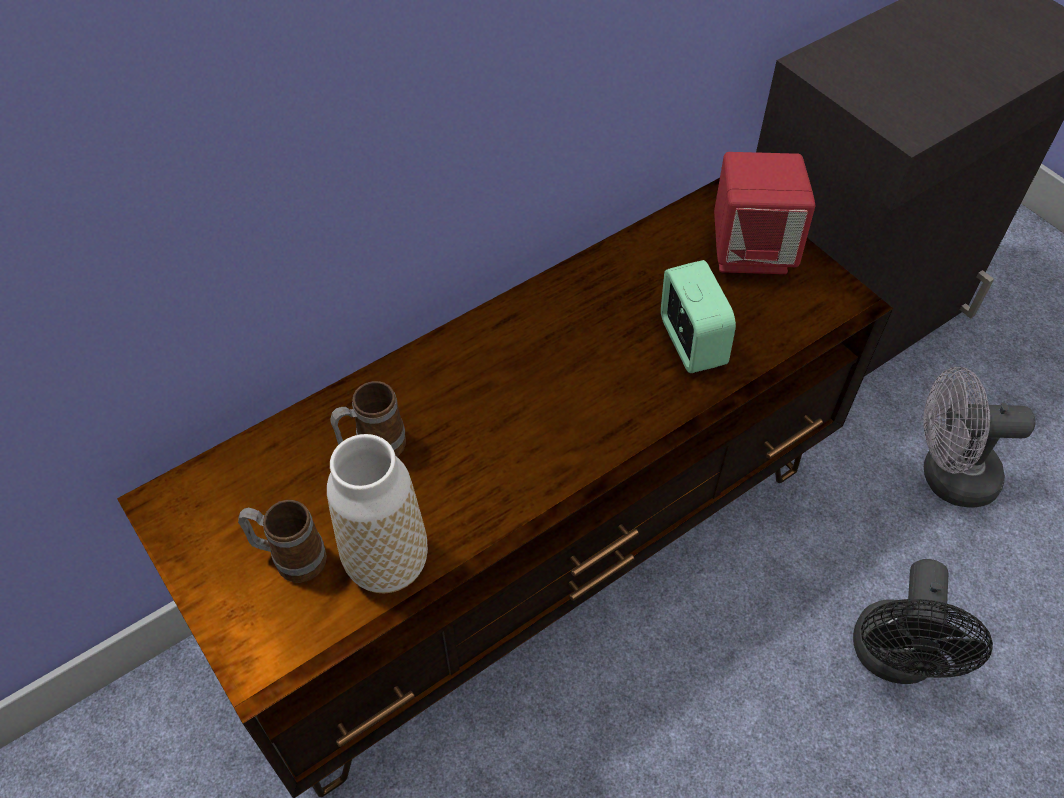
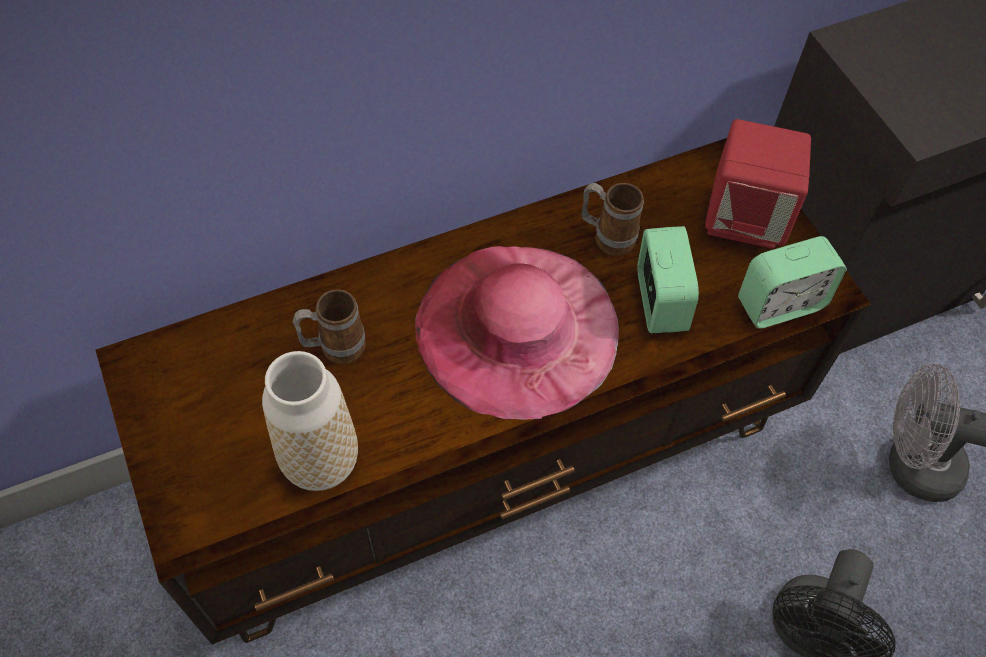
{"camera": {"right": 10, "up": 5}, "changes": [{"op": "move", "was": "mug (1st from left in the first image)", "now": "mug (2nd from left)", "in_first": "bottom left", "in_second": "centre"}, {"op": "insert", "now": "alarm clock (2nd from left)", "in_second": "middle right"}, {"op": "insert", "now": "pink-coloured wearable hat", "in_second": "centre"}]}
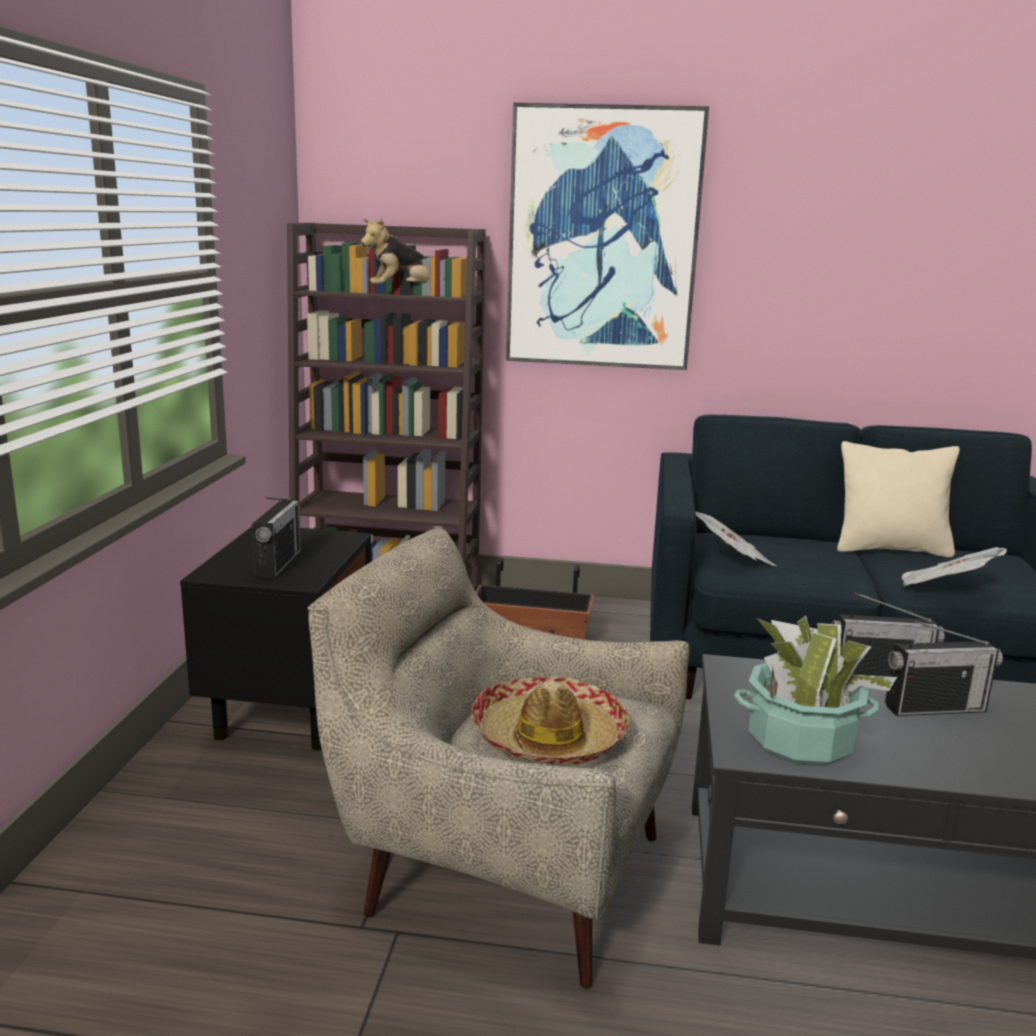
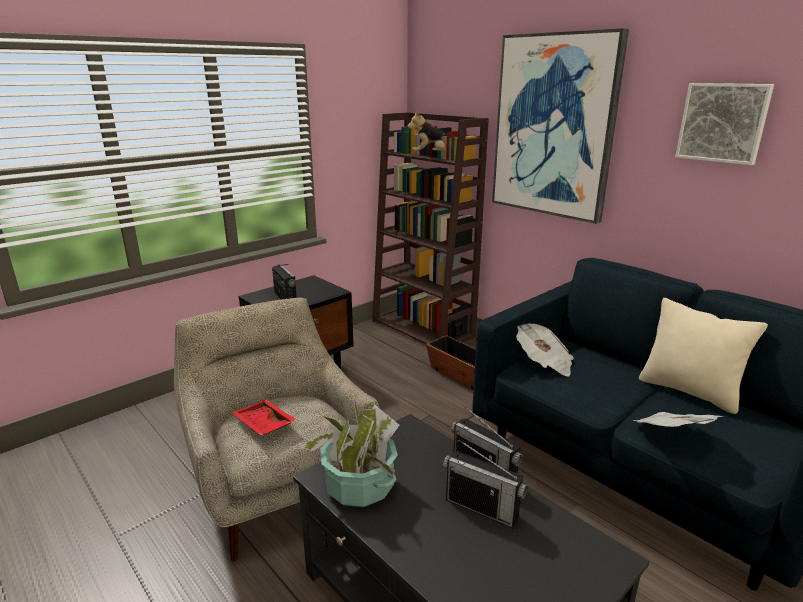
{"camera": {"right": 40, "up": 5}, "changes": [{"op": "rotate", "was": "radio set (1st from left)", "in_first": "middle left", "in_second": "centre", "clockwise": -75}, {"op": "replace", "was": "wearable hat", "now": "red-coloured tray", "in_first": "bottom centre", "in_second": "bottom left"}, {"op": "insert", "now": "picture (2nd from left)", "in_second": "top right"}]}
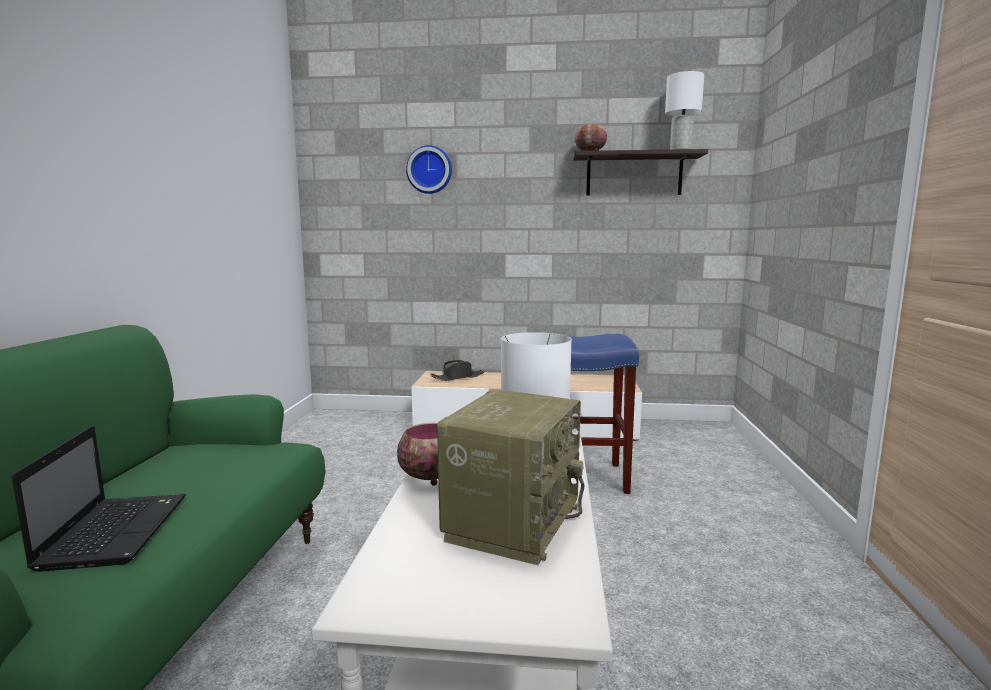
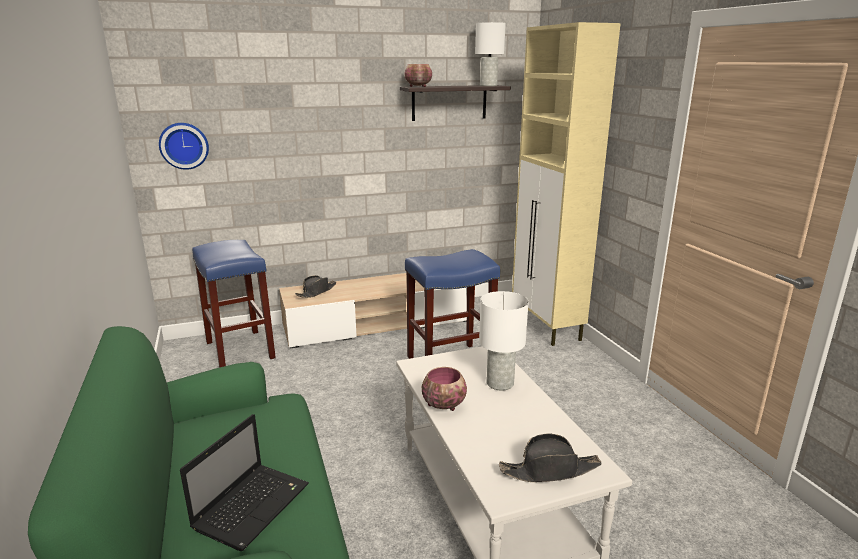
{"camera": {"right": -25, "up": 10}, "changes": [{"op": "move", "was": "hanging clock", "in_first": "top centre", "in_second": "top left"}, {"op": "delete", "was": "radio set", "in_first": "bottom centre"}, {"op": "rotate", "was": "notebook computer", "in_first": "bottom left", "in_second": "bottom left", "clockwise": 60}, {"op": "insert", "now": "beige-coloured storage cabinet", "in_second": "top centre"}, {"op": "insert", "now": "blue-coloured sitting stool (1st from left)", "in_second": "middle left"}, {"op": "insert", "now": "black-coloured wearable hat (2nd from left)", "in_second": "bottom centre"}]}
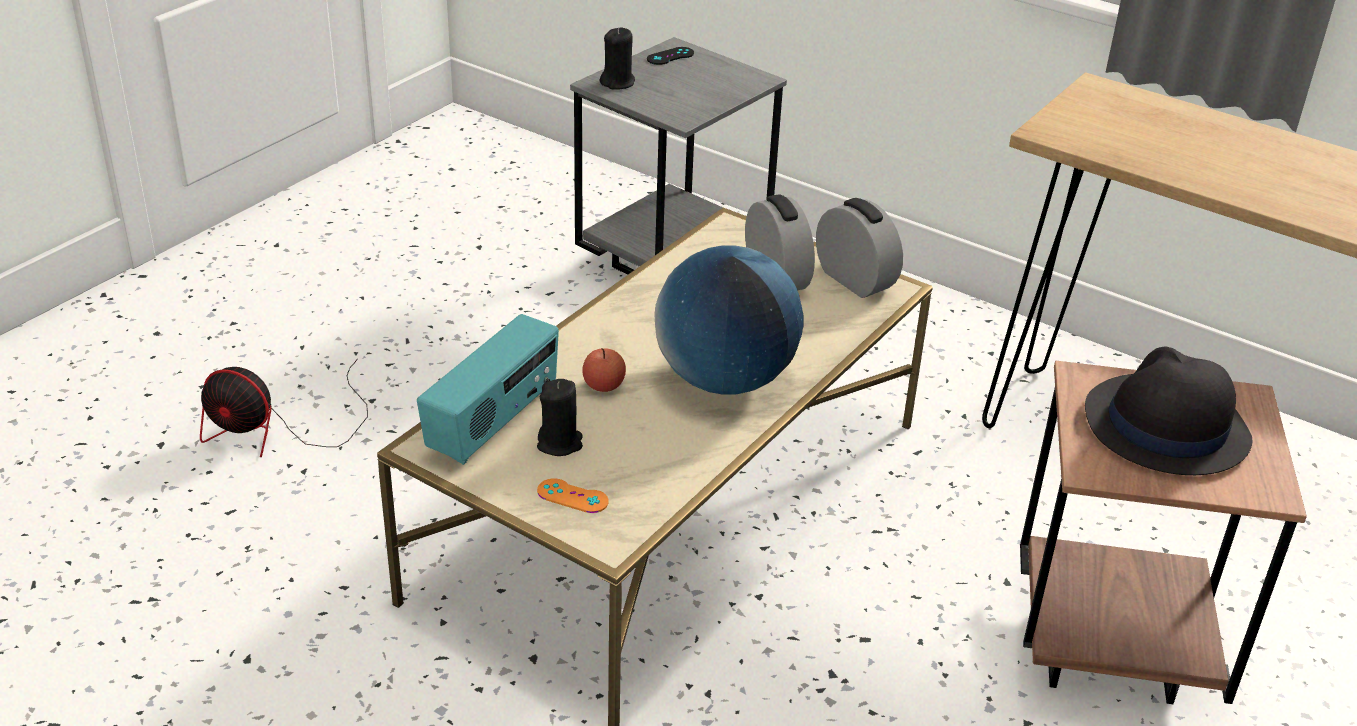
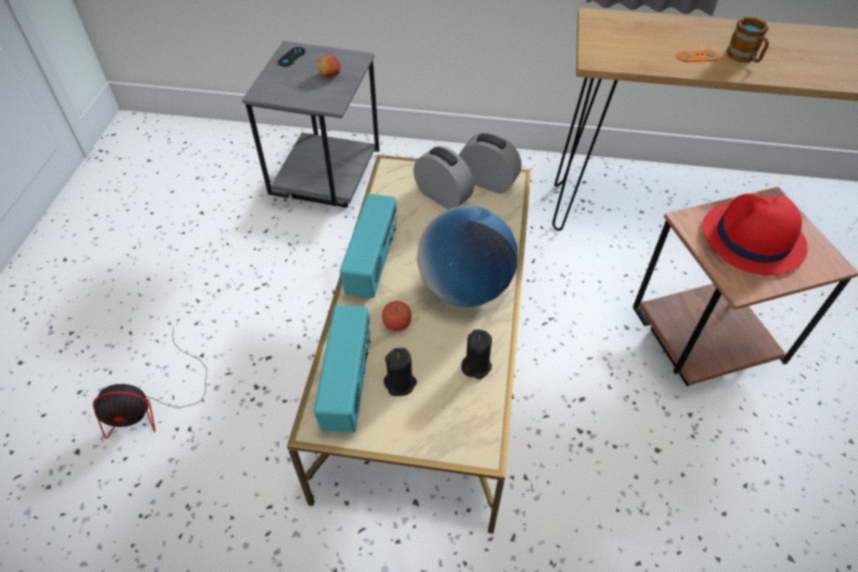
{"camera": {"right": -25, "up": 15}, "changes": [{"op": "move", "was": "black-coloured wax light (2nd from left)", "in_first": "top centre", "in_second": "centre"}, {"op": "recolor", "was": "black-coloured wearable hat", "now": "red-coloured wearable hat", "in_first": "middle right", "in_second": "middle right"}, {"op": "move", "was": "orangey joypad", "in_first": "bottom centre", "in_second": "top right"}, {"op": "insert", "now": "mug", "in_second": "top right"}, {"op": "insert", "now": "apple fruit (1st from left)", "in_second": "top centre"}, {"op": "insert", "now": "radio set (2nd from left)", "in_second": "centre"}]}
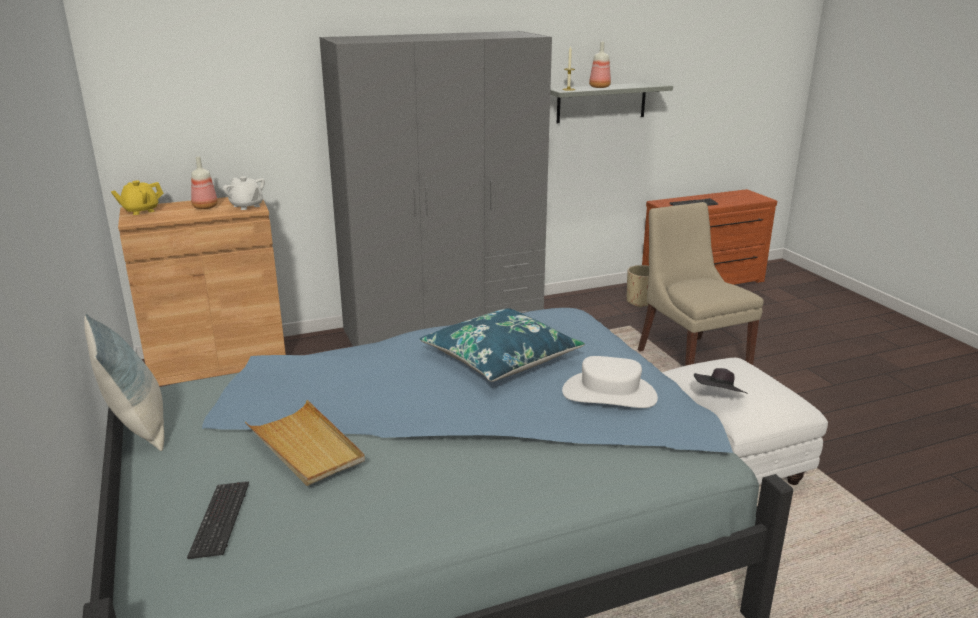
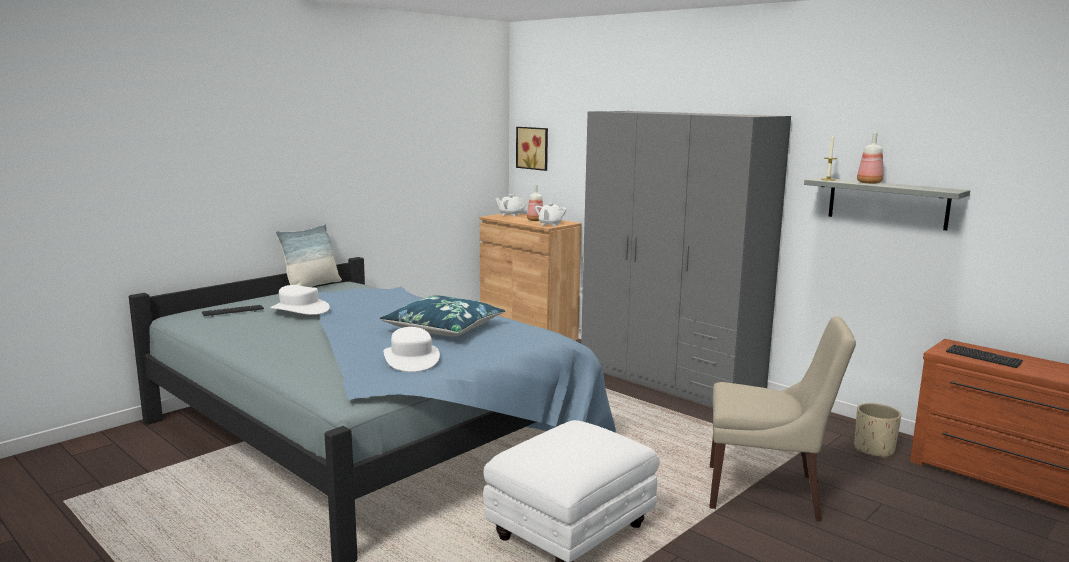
{"camera": {"right": 65, "up": -10}, "changes": [{"op": "recolor", "was": "yellow teapot", "now": "white teapot (1st from left)", "in_first": "top left", "in_second": "centre"}, {"op": "rotate", "was": "beige-coloured upright chair", "in_first": "middle right", "in_second": "bottom right", "clockwise": 60}, {"op": "delete", "was": "black-coloured wearable hat", "in_first": "middle right"}, {"op": "replace", "was": "beige-coloured tray", "now": "white wearable hat (1st from left)", "in_first": "bottom left", "in_second": "middle left"}, {"op": "insert", "now": "picture", "in_second": "top centre"}]}
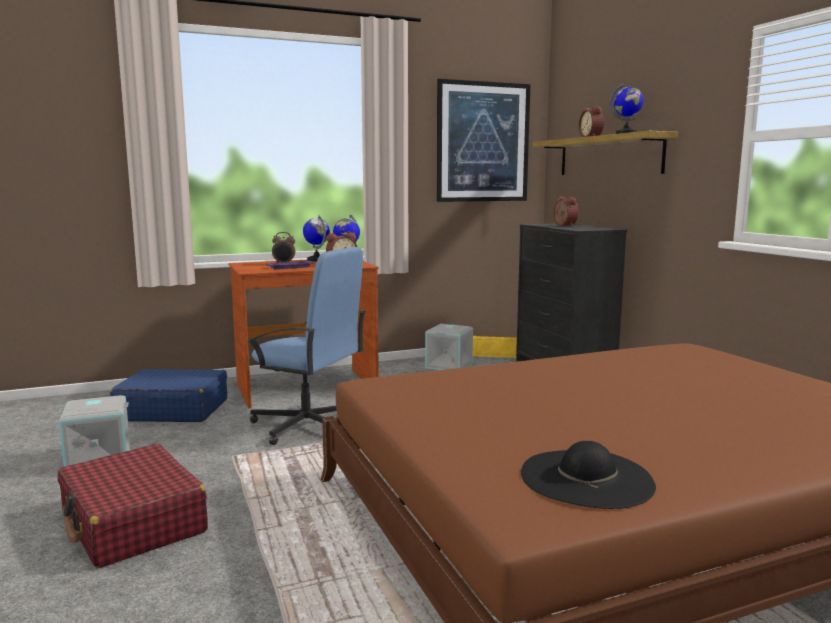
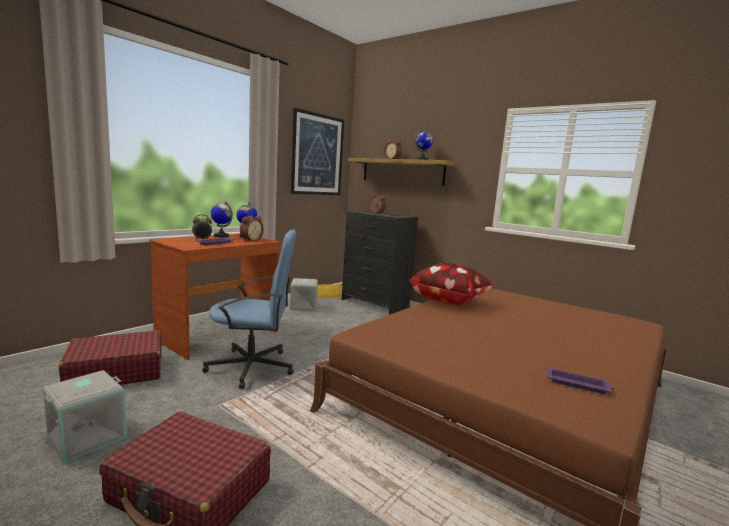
{"camera": {"right": -30, "up": 0}, "changes": [{"op": "recolor", "was": "blue-coloured suitcase", "now": "red-coloured suitcase (1st from left)", "in_first": "middle left", "in_second": "bottom left"}, {"op": "replace", "was": "black-coloured wearable hat", "now": "purplish tray (2nd from left)", "in_first": "bottom right", "in_second": "bottom right"}, {"op": "insert", "now": "throw pillow", "in_second": "centre"}]}
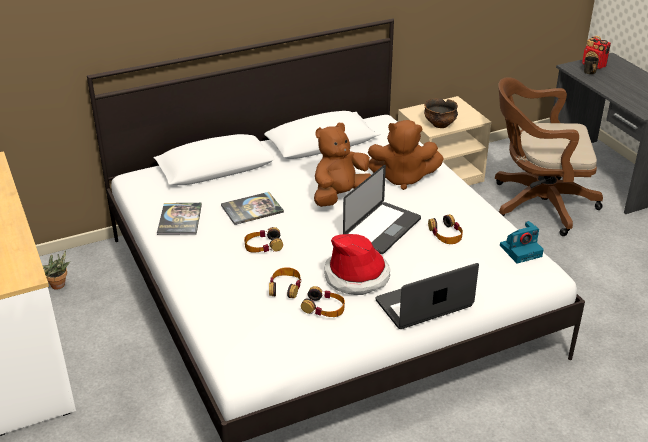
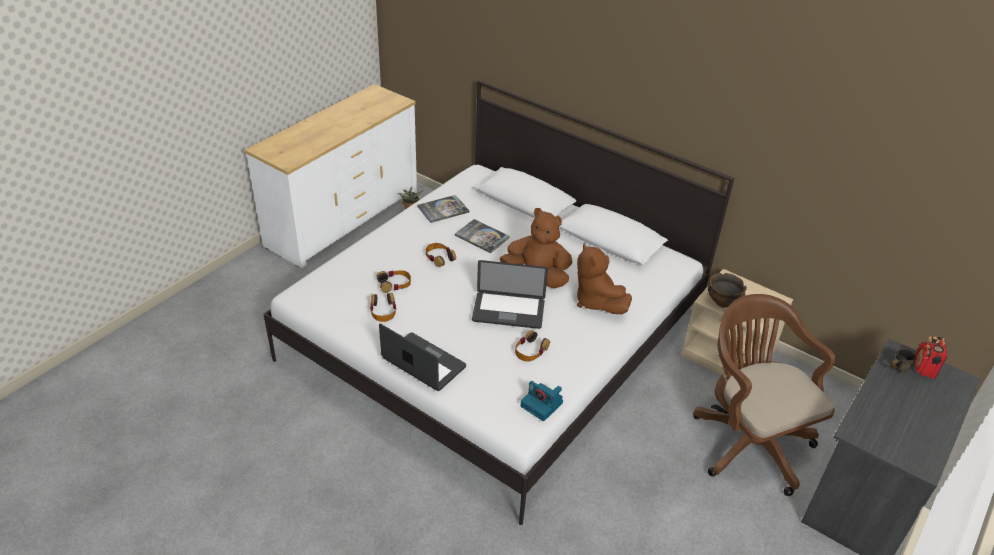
{"camera": {"right": 60, "up": 5}, "changes": [{"op": "delete", "was": "wearable hat", "in_first": "centre"}]}
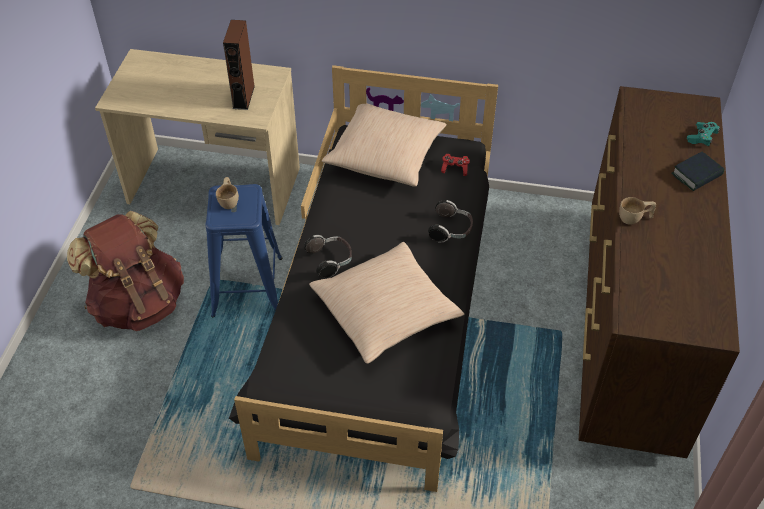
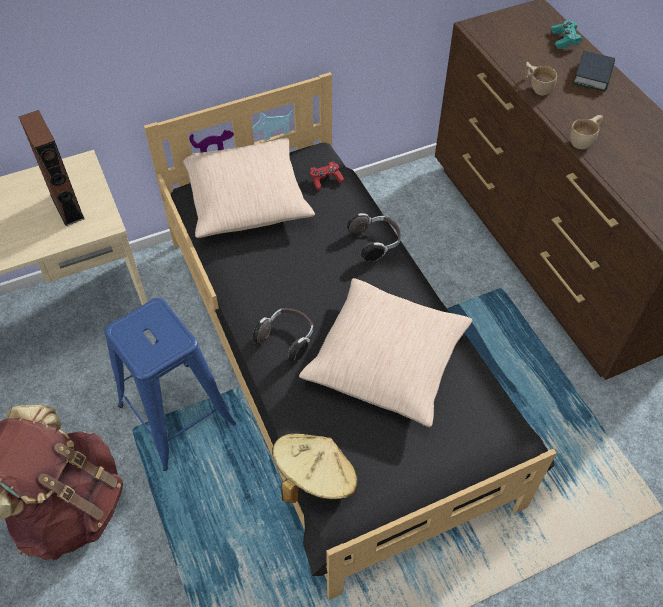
{"camera": {"right": -35, "up": 5}, "changes": [{"op": "move", "was": "beige-coloured cup (1st from left)", "in_first": "middle left", "in_second": "top right"}, {"op": "insert", "now": "beige-coloured wearable hat", "in_second": "bottom centre"}]}
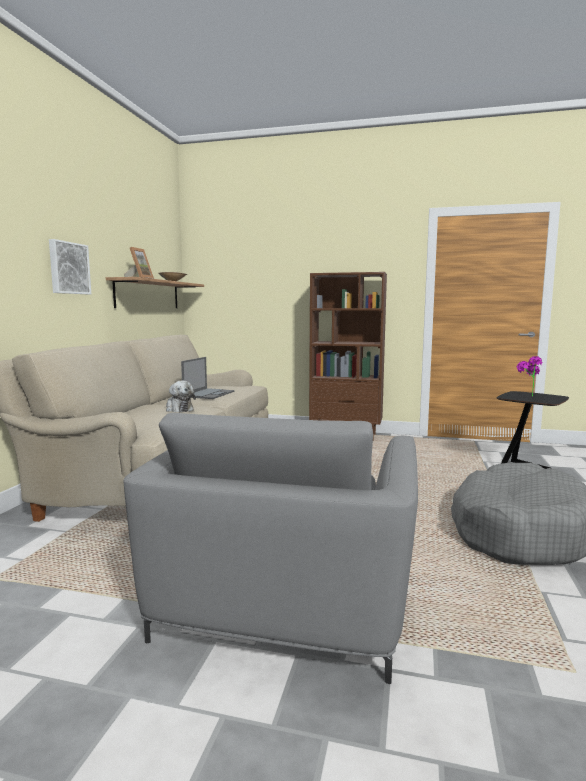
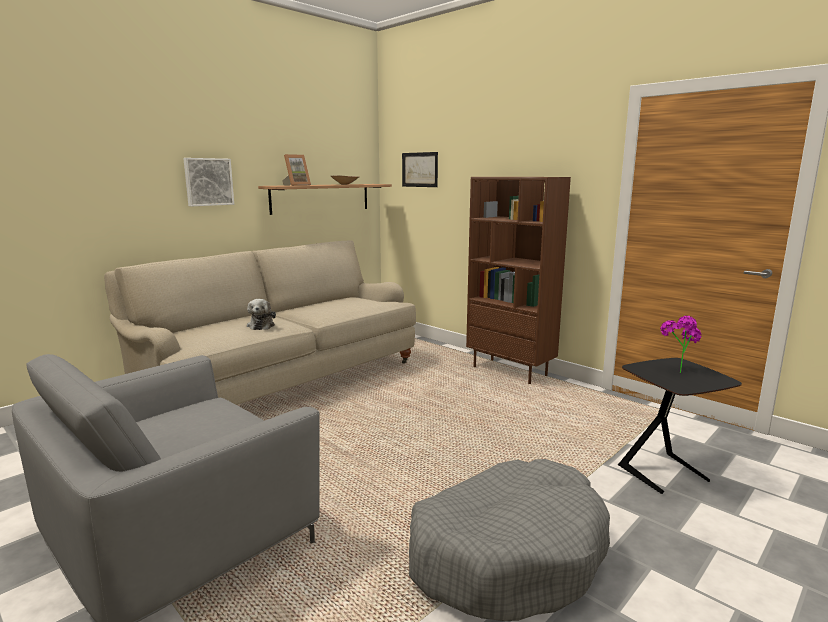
{"camera": {"right": 30, "up": 5}, "changes": [{"op": "delete", "was": "notebook computer", "in_first": "centre"}, {"op": "insert", "now": "picture (2nd from left)", "in_second": "top centre"}]}
